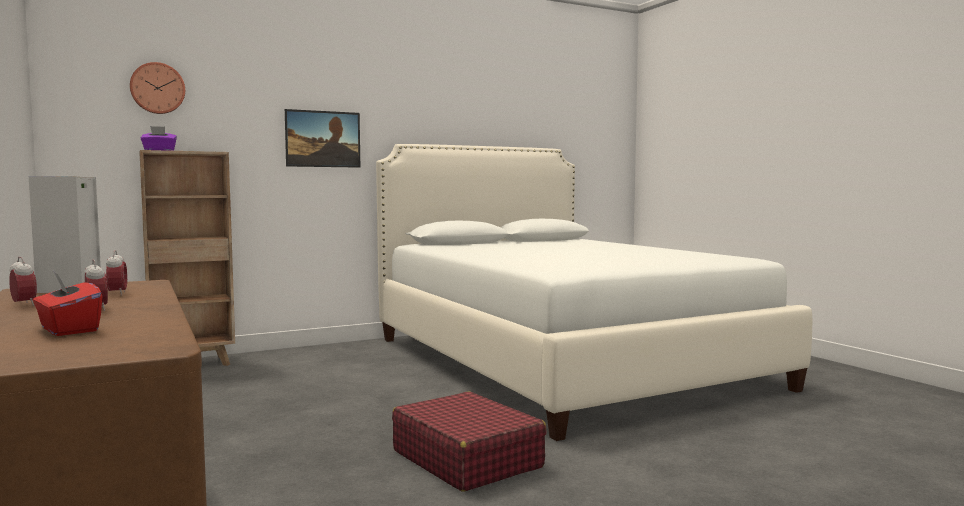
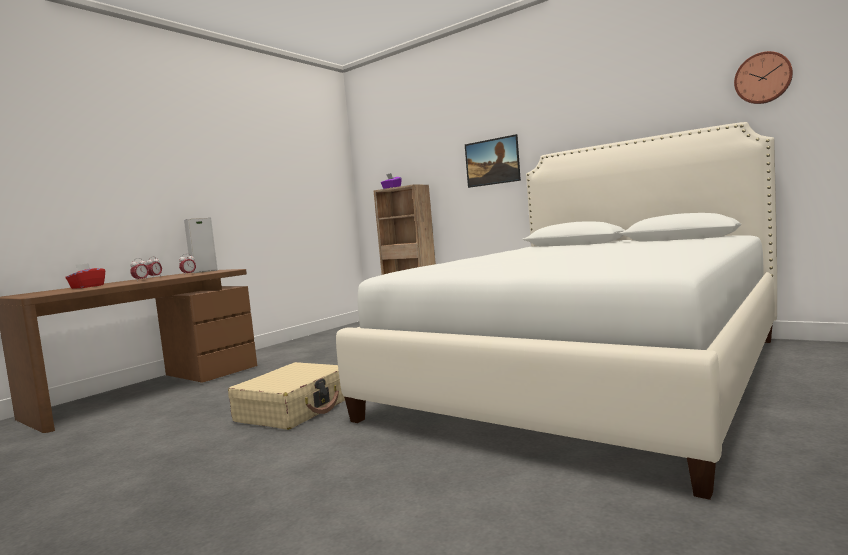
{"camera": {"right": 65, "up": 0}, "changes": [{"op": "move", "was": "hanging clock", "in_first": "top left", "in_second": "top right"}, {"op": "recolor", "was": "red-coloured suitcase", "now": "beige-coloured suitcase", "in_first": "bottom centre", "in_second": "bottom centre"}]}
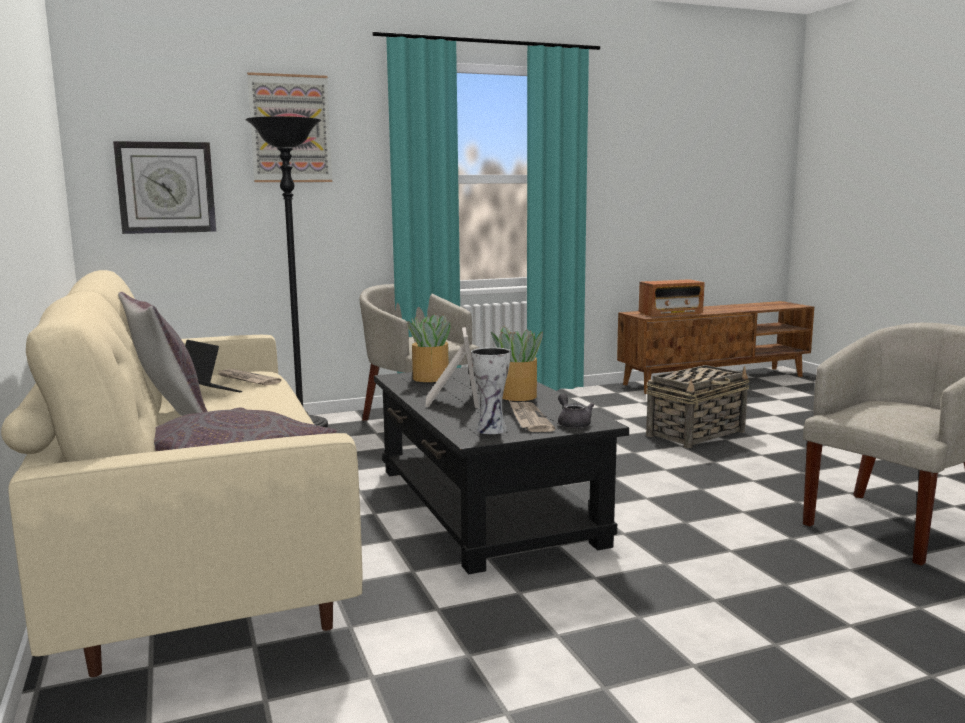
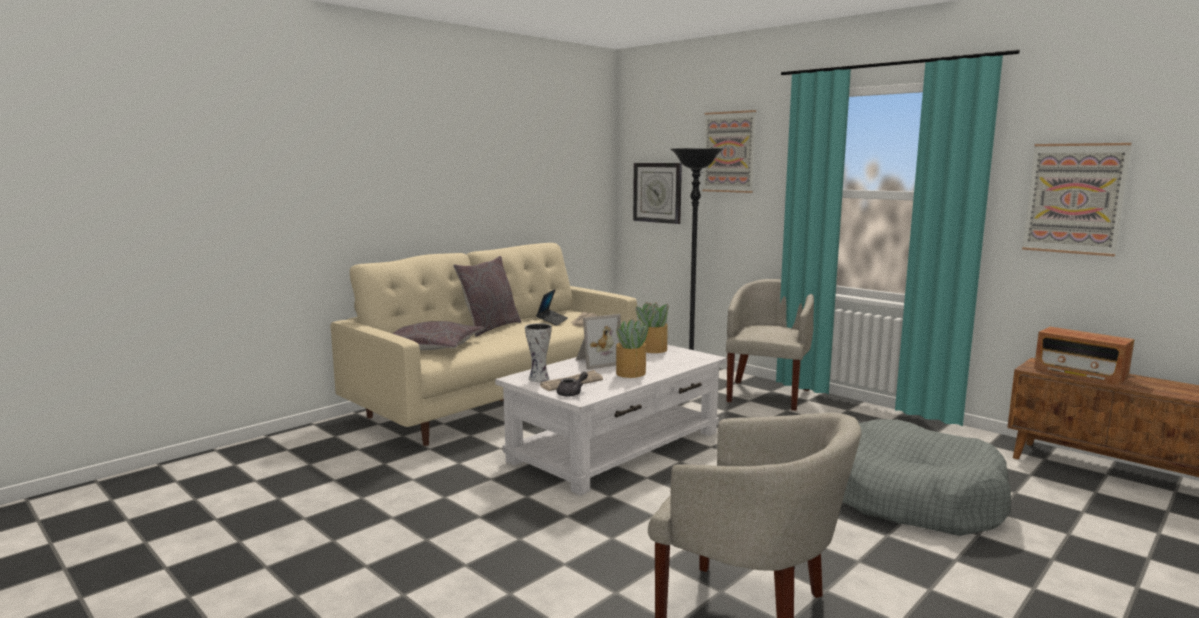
{"camera": {"right": 65, "up": 0}, "changes": [{"op": "replace", "was": "household basket", "now": "grey dog bed", "in_first": "middle right", "in_second": "bottom right"}, {"op": "recolor", "was": "black-coloured coffee table", "now": "white coffee table", "in_first": "centre", "in_second": "bottom centre"}, {"op": "insert", "now": "picture (2nd from left)", "in_second": "top right"}]}
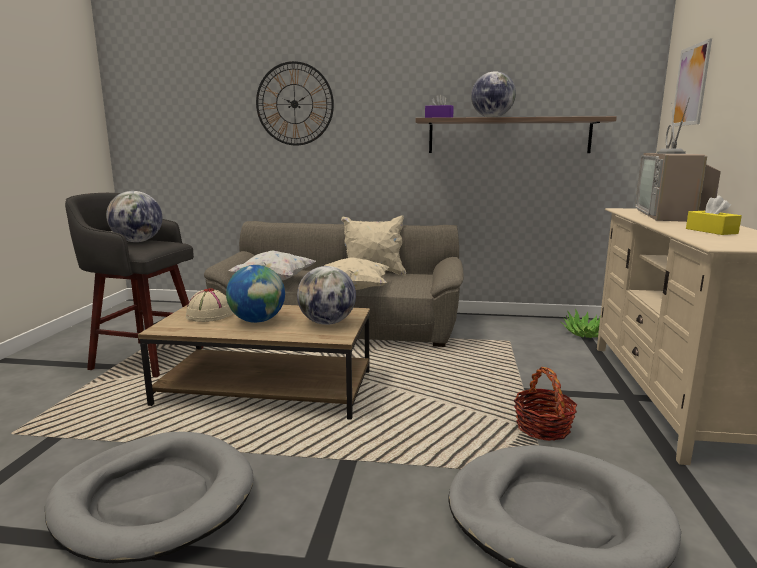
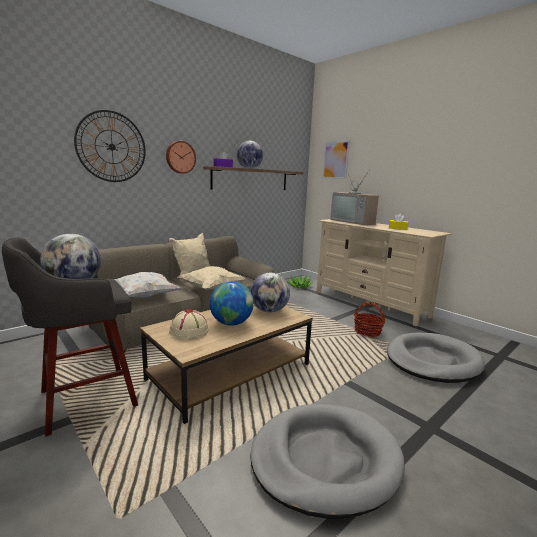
{"camera": {"right": -50, "up": 0}, "changes": [{"op": "insert", "now": "hanging clock (2nd from left)", "in_second": "top centre"}]}
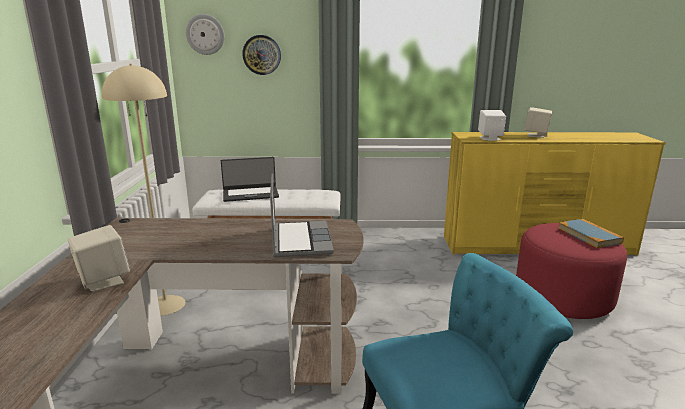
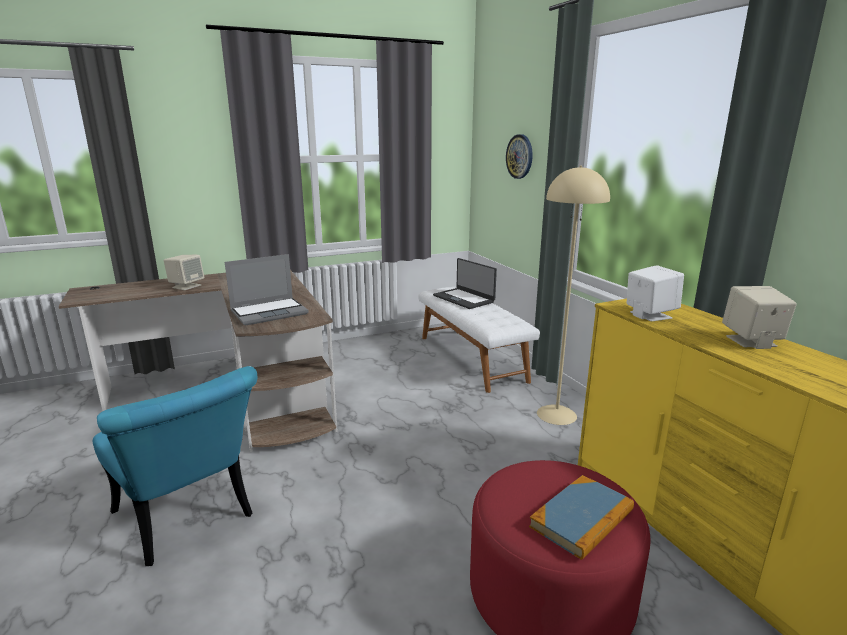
{"camera": {"right": 65, "up": 0}, "changes": [{"op": "delete", "was": "hanging clock (1st from left)", "in_first": "top left"}, {"op": "move", "was": "beige-coloured standing lamp", "in_first": "middle left", "in_second": "middle right"}]}
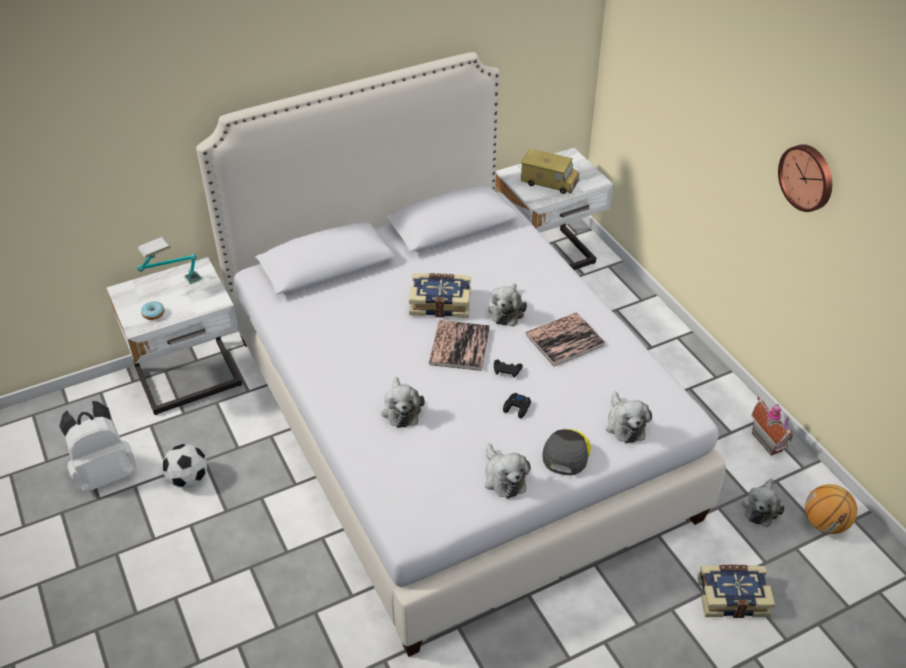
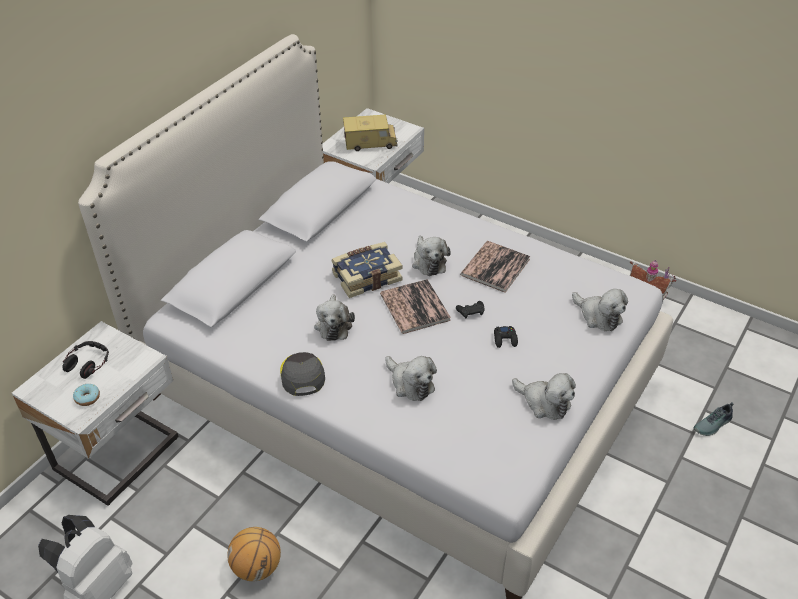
{"camera": {"right": -30, "up": 0}, "changes": [{"op": "delete", "was": "hanging clock", "in_first": "top right"}, {"op": "replace", "was": "table lamp", "now": "headphones", "in_first": "middle left", "in_second": "middle left"}, {"op": "move", "was": "grey baseball cap", "in_first": "bottom centre", "in_second": "centre"}, {"op": "delete", "was": "football ball", "in_first": "bottom left"}, {"op": "move", "was": "plush toy (5th from left in the first image)", "now": "plush toy (1st from left)", "in_first": "bottom right", "in_second": "centre"}, {"op": "move", "was": "ball for basketball", "in_first": "bottom right", "in_second": "bottom left"}, {"op": "replace", "was": "book (4th from left)", "now": "item of footwear", "in_first": "bottom right", "in_second": "bottom right"}]}
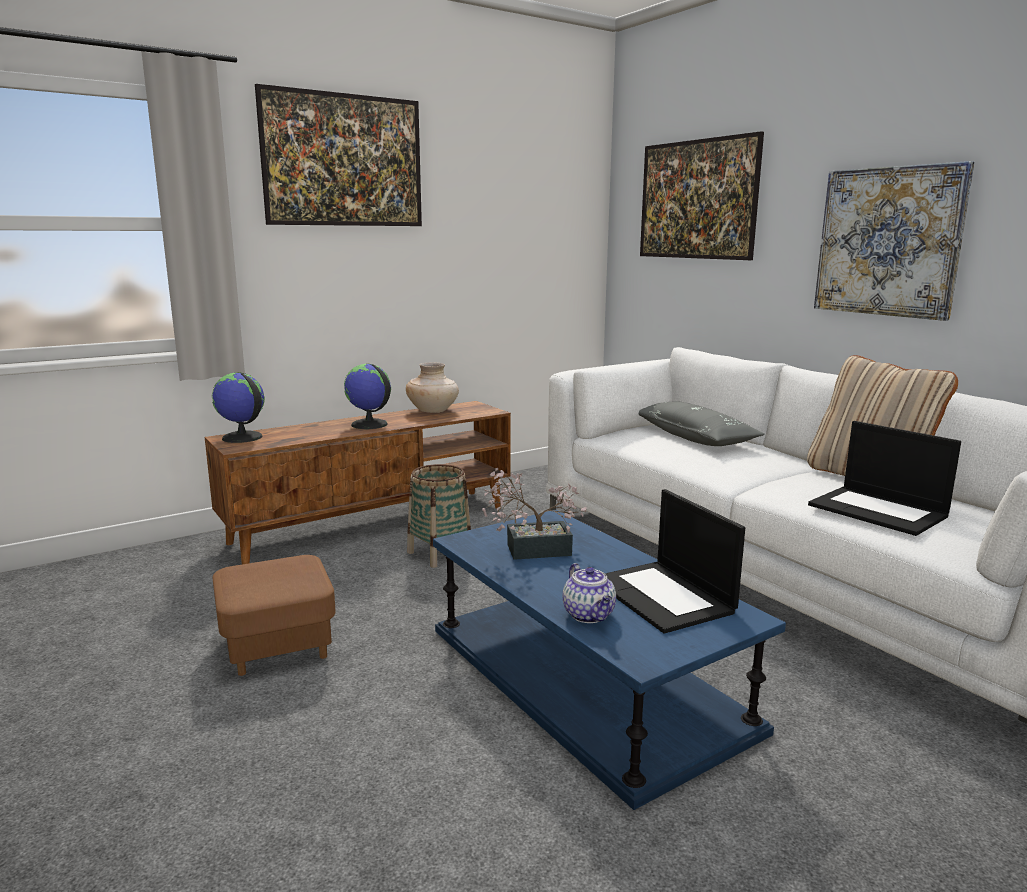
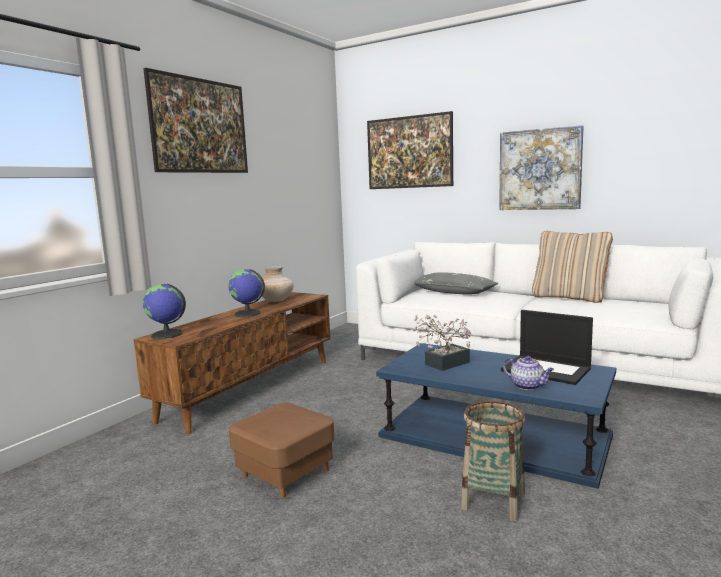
{"camera": {"right": -25, "up": -5}, "changes": [{"op": "delete", "was": "notebook computer (2nd from left)", "in_first": "middle right"}, {"op": "move", "was": "household basket", "in_first": "centre", "in_second": "bottom right"}]}
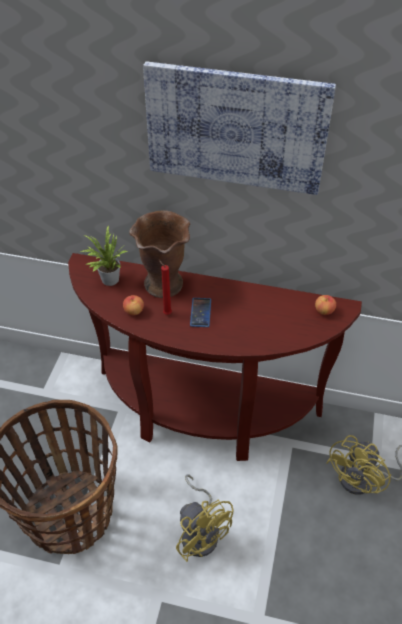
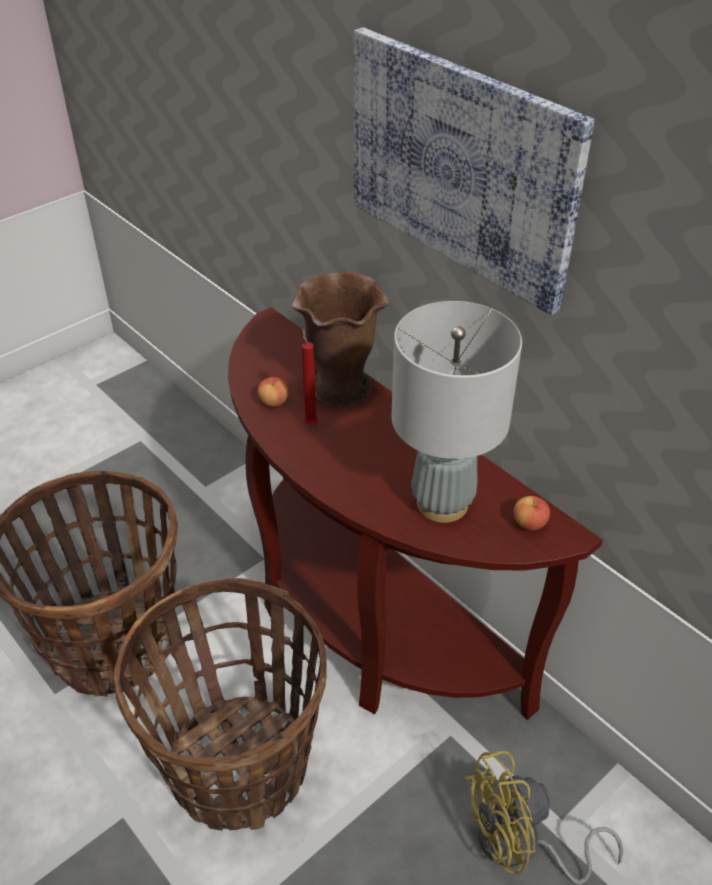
{"camera": {"right": 35, "up": -5}, "changes": [{"op": "delete", "was": "plant in a pot", "in_first": "middle left"}, {"op": "delete", "was": "telephone", "in_first": "centre"}, {"op": "replace", "was": "yellow fan (1st from left)", "now": "household basket (2nd from left)", "in_first": "bottom centre", "in_second": "bottom left"}, {"op": "insert", "now": "grey table lamp", "in_second": "centre"}]}
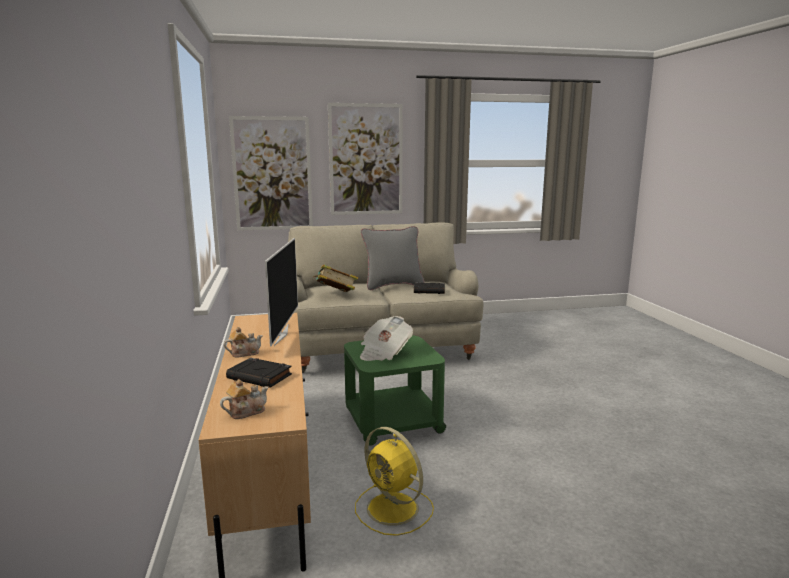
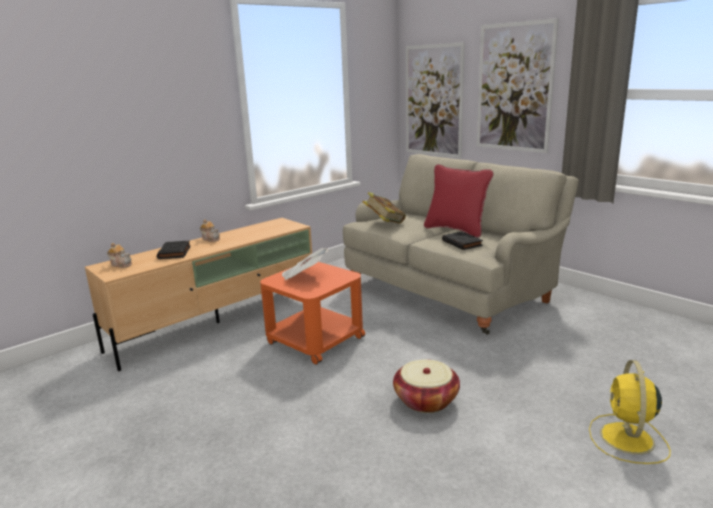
{"camera": {"right": 60, "up": 5}, "changes": [{"op": "recolor", "was": "grey throw pillow", "now": "red-coloured throw pillow", "in_first": "centre", "in_second": "centre"}, {"op": "delete", "was": "TV set", "in_first": "centre"}, {"op": "recolor", "was": "green end table", "now": "orangey end table", "in_first": "bottom centre", "in_second": "centre"}, {"op": "move", "was": "yellow fan", "in_first": "bottom centre", "in_second": "bottom right"}, {"op": "insert", "now": "household basket", "in_second": "bottom centre"}]}
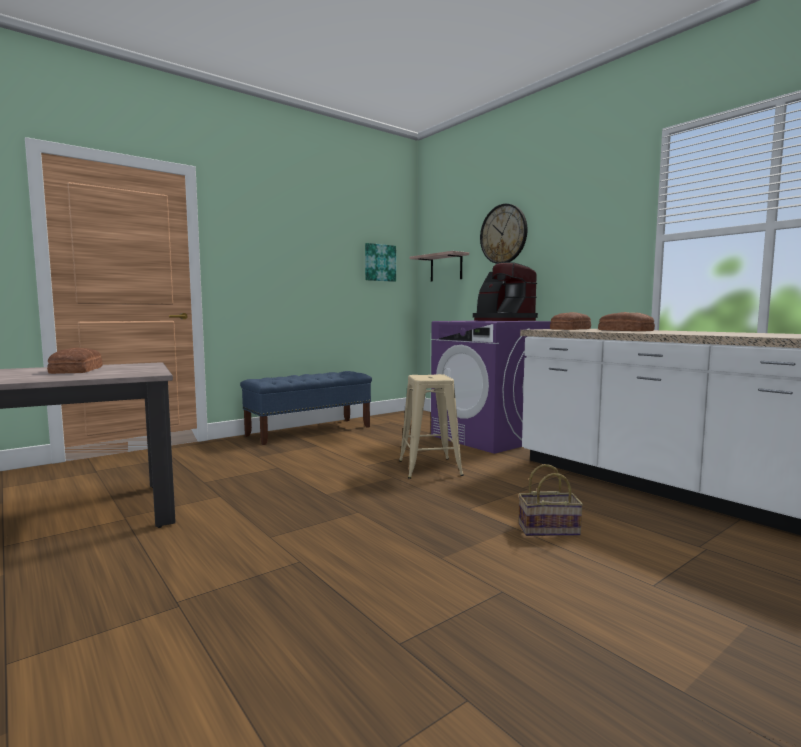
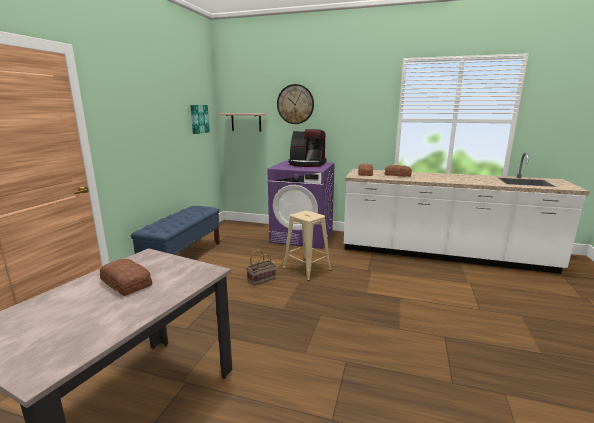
{"camera": {"right": -35, "up": 10}, "changes": [{"op": "move", "was": "household basket", "in_first": "bottom right", "in_second": "centre"}]}
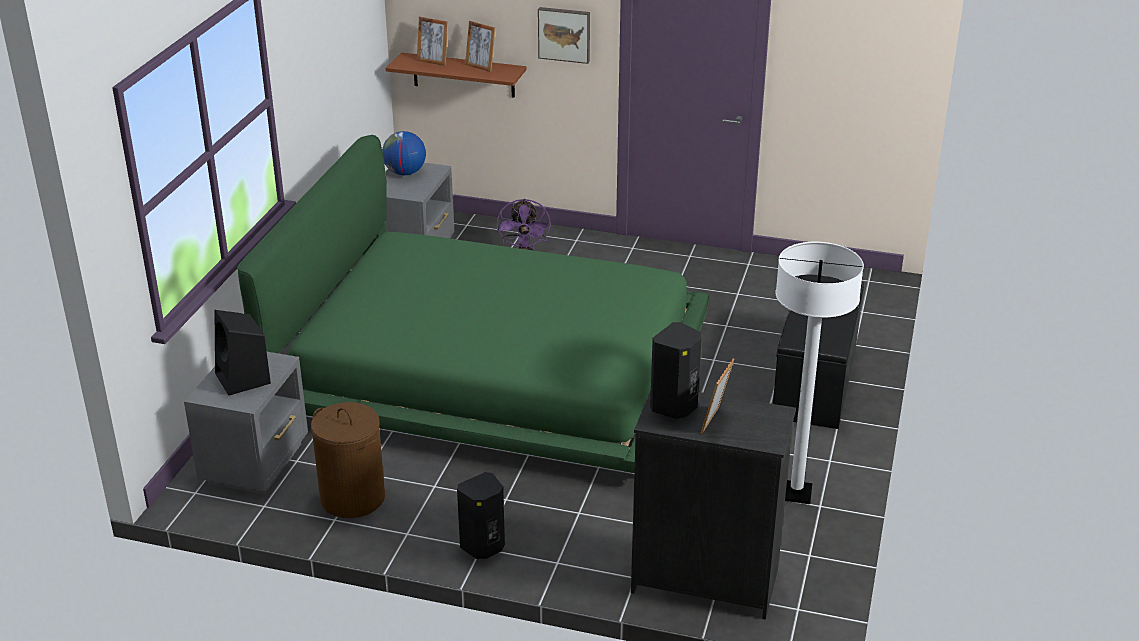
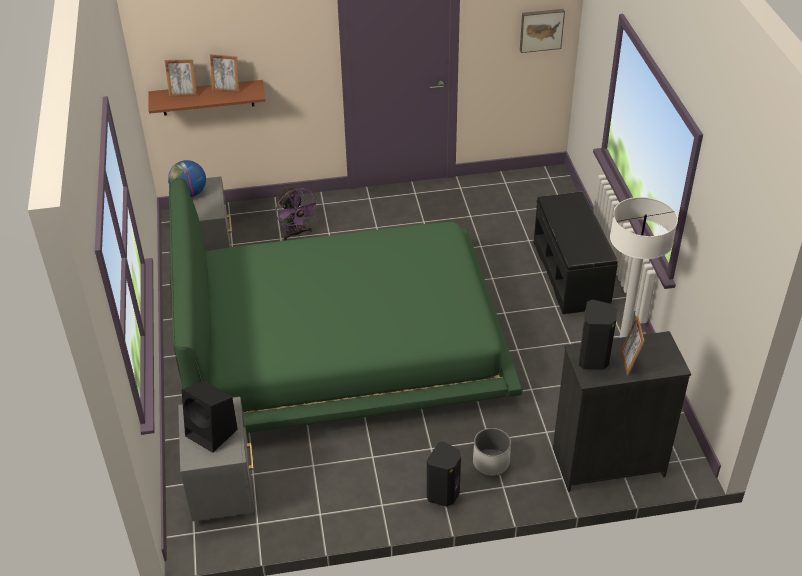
{"camera": {"right": -25, "up": 10}, "changes": [{"op": "move", "was": "picture", "in_first": "top centre", "in_second": "top right"}, {"op": "delete", "was": "brownish hamper", "in_first": "bottom left"}, {"op": "insert", "now": "white plant pot", "in_second": "bottom centre"}]}
